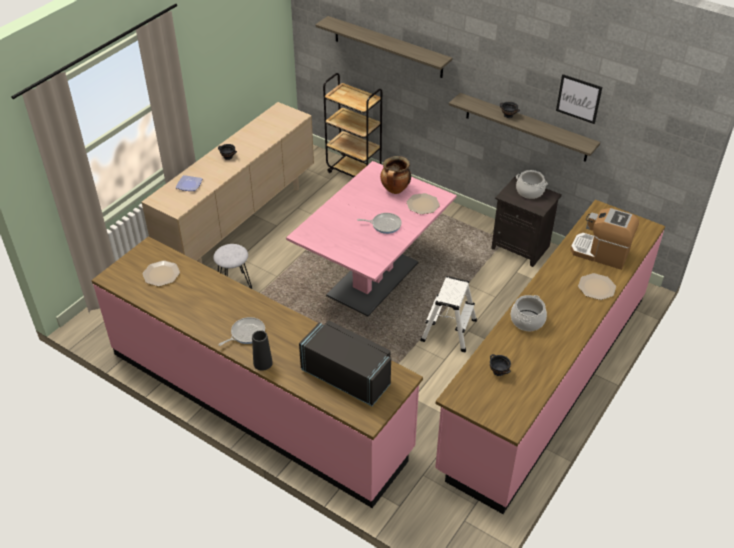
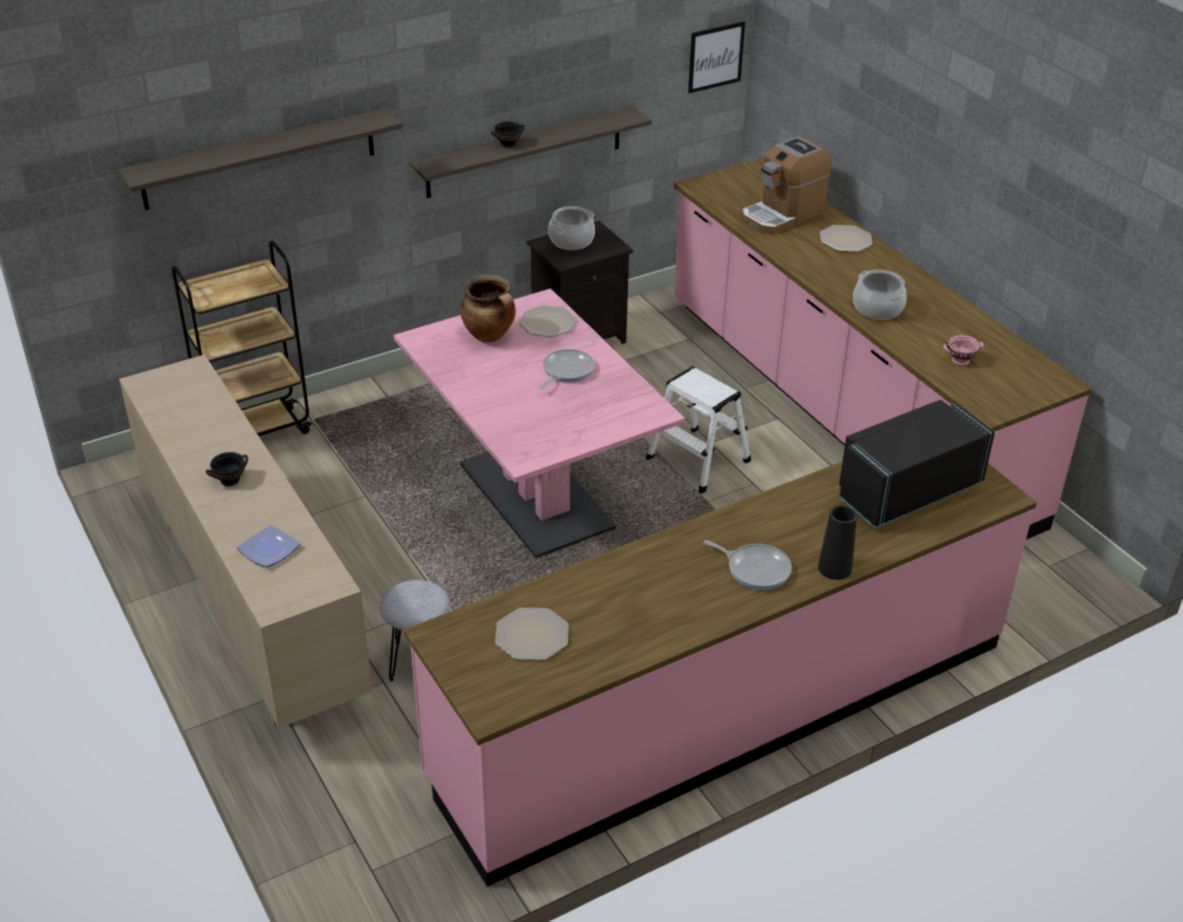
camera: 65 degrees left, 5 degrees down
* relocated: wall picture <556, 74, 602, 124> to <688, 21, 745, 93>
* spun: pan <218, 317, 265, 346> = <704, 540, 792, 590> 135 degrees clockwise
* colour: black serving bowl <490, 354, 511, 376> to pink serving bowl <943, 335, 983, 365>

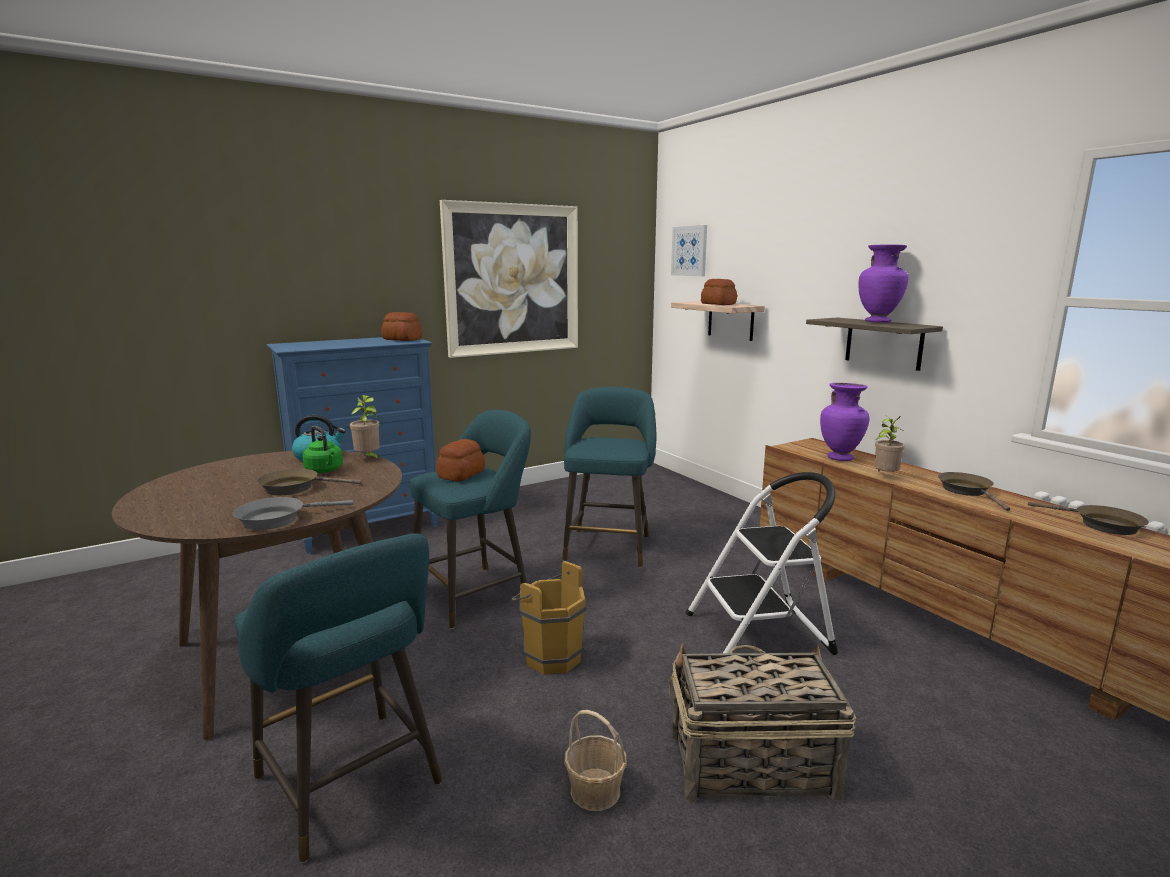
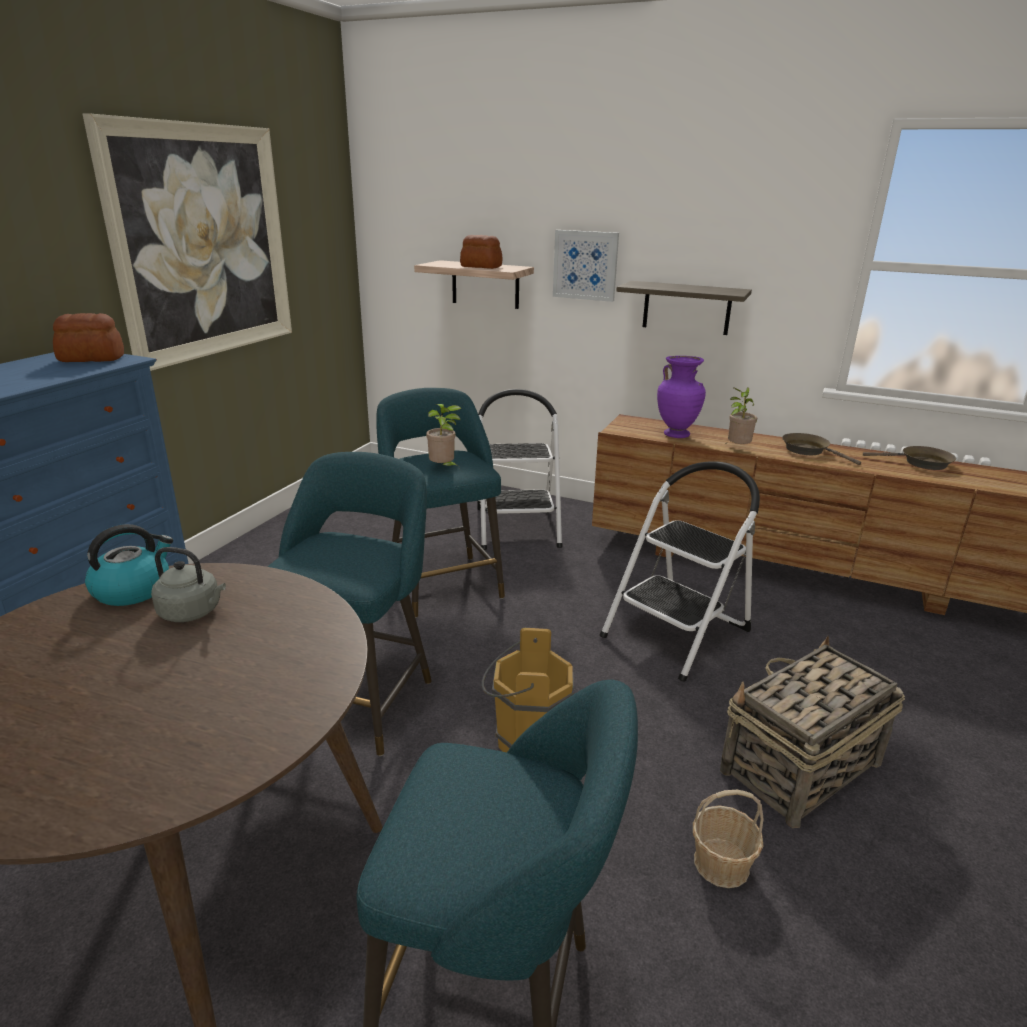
camera: 35 degrees left, 10 degrees up
* colour: green tea kettle <302, 426, 343, 473> to gray tea kettle <151, 547, 226, 622>
* relocated: potted plant <350, 395, 380, 462> to <426, 404, 462, 467>
* appeared: step stool <477, 389, 563, 550>
* relocated: wall picture <671, 225, 707, 276> to <553, 230, 619, 302>
* missing: gray pan <233, 497, 353, 530>
* missing: brownish pan <257, 468, 362, 495>
* missing: baked bread <436, 439, 485, 481>
* missing: purple-coloured vase <859, 244, 909, 323>

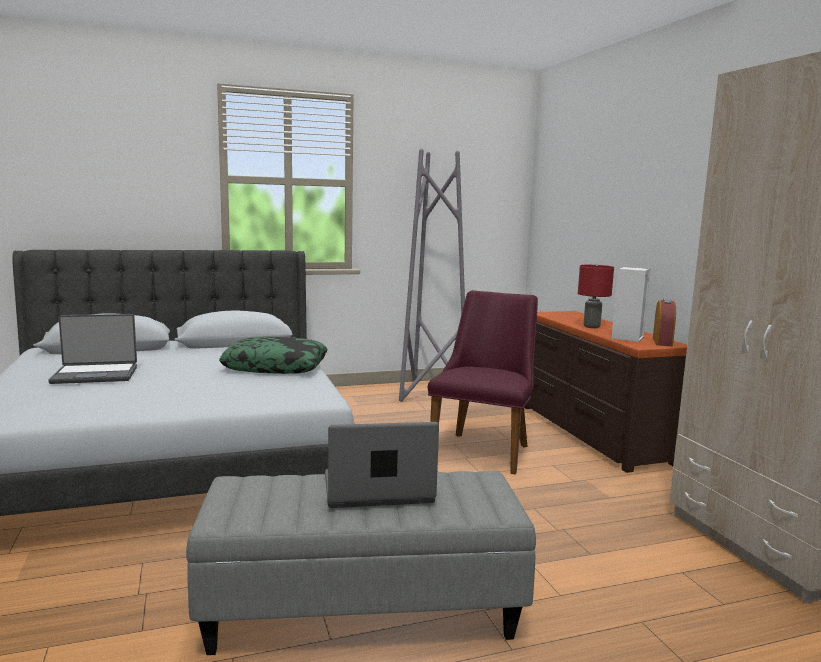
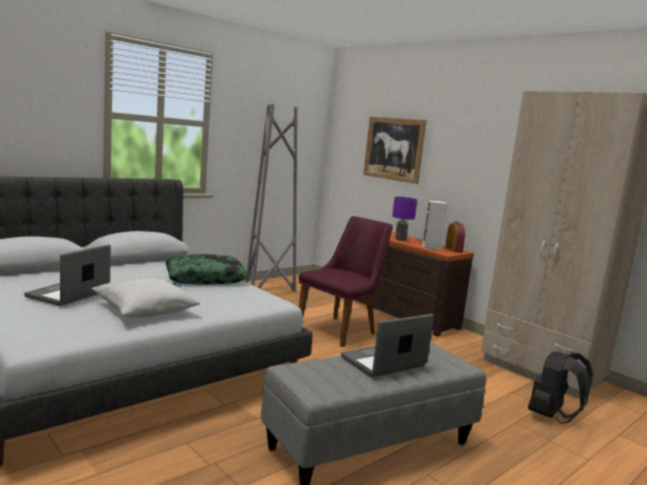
camera: 25 degrees left, 0 degrees up
* spun: laptop <48, 314, 137, 384> = <24, 244, 111, 306> 150 degrees clockwise
* appeared: gray cushion <92, 277, 200, 318>
* spun: purple-coloured plain chair <428, 290, 538, 475> = <299, 216, 393, 347> 45 degrees clockwise
* appeared: wall picture <363, 117, 427, 184>
* colour: red-coloured lamp for a table <578, 265, 614, 328> to purple-coloured lamp for a table <392, 197, 417, 241>
* appeared: black rucksack <528, 351, 594, 424>

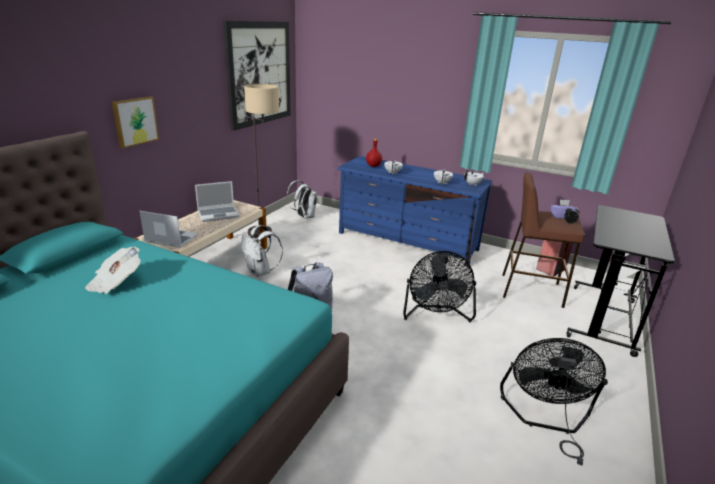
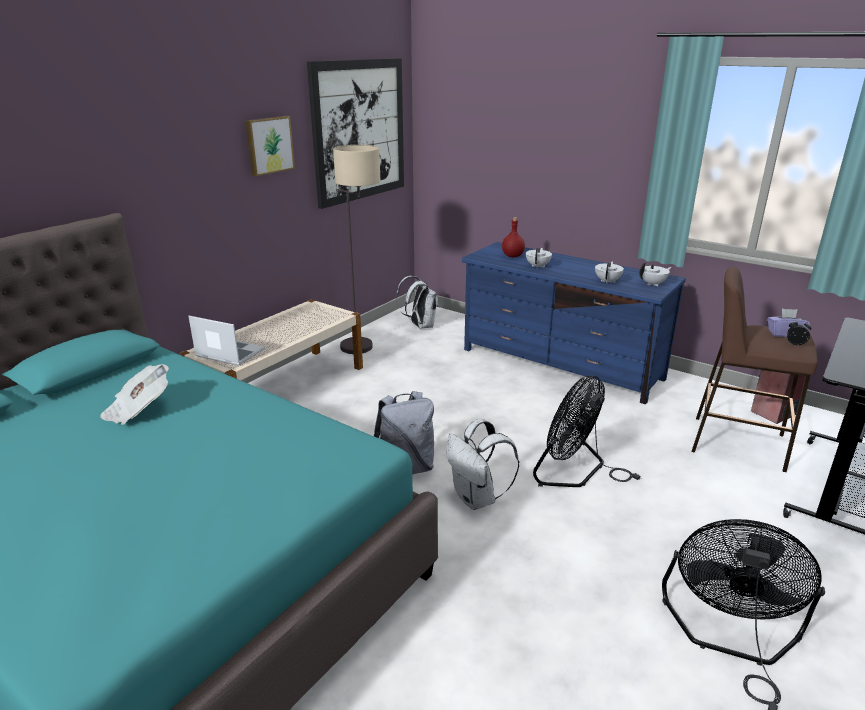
camera: 10 degrees right, 0 degrees up
* relocated: wall picture <112, 96, 159, 148> to <245, 116, 295, 176>
* relocated: whitish rucksack <241, 225, 283, 277> to <447, 419, 519, 510>
* spun: black electric fan <403, 251, 476, 323> = <533, 376, 641, 487> 120 degrees clockwise
* missing: laptop <195, 181, 240, 222>

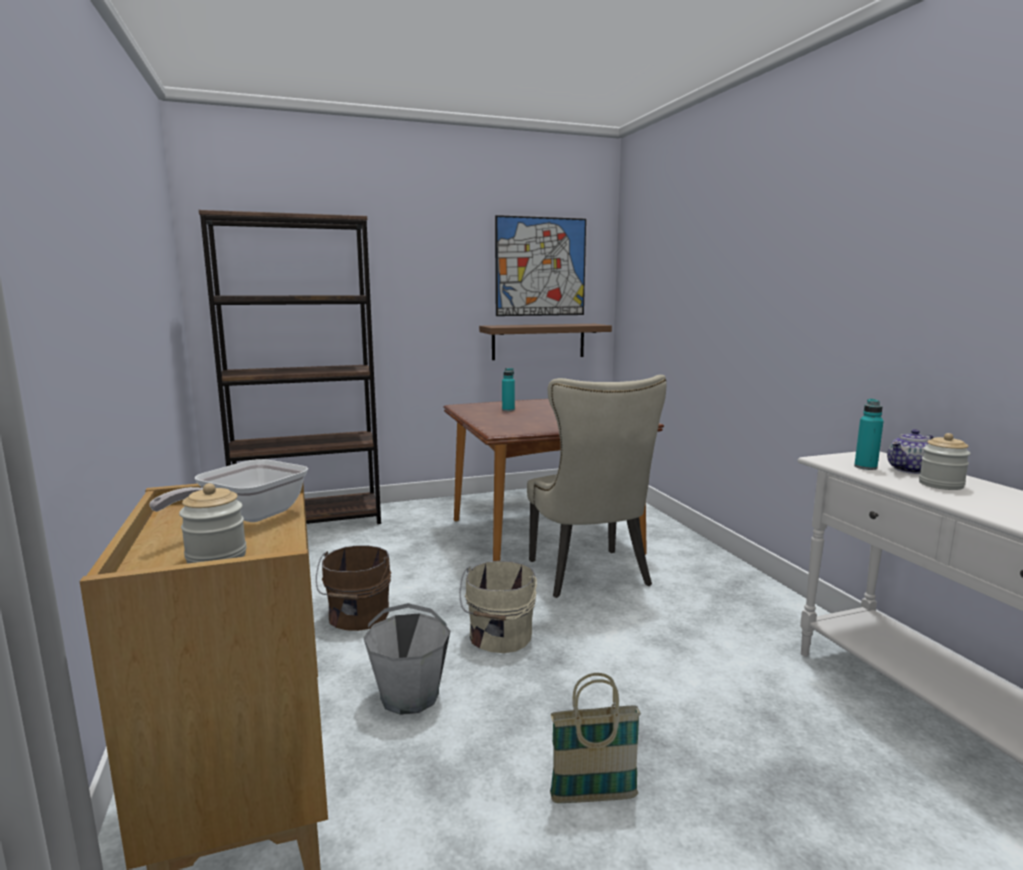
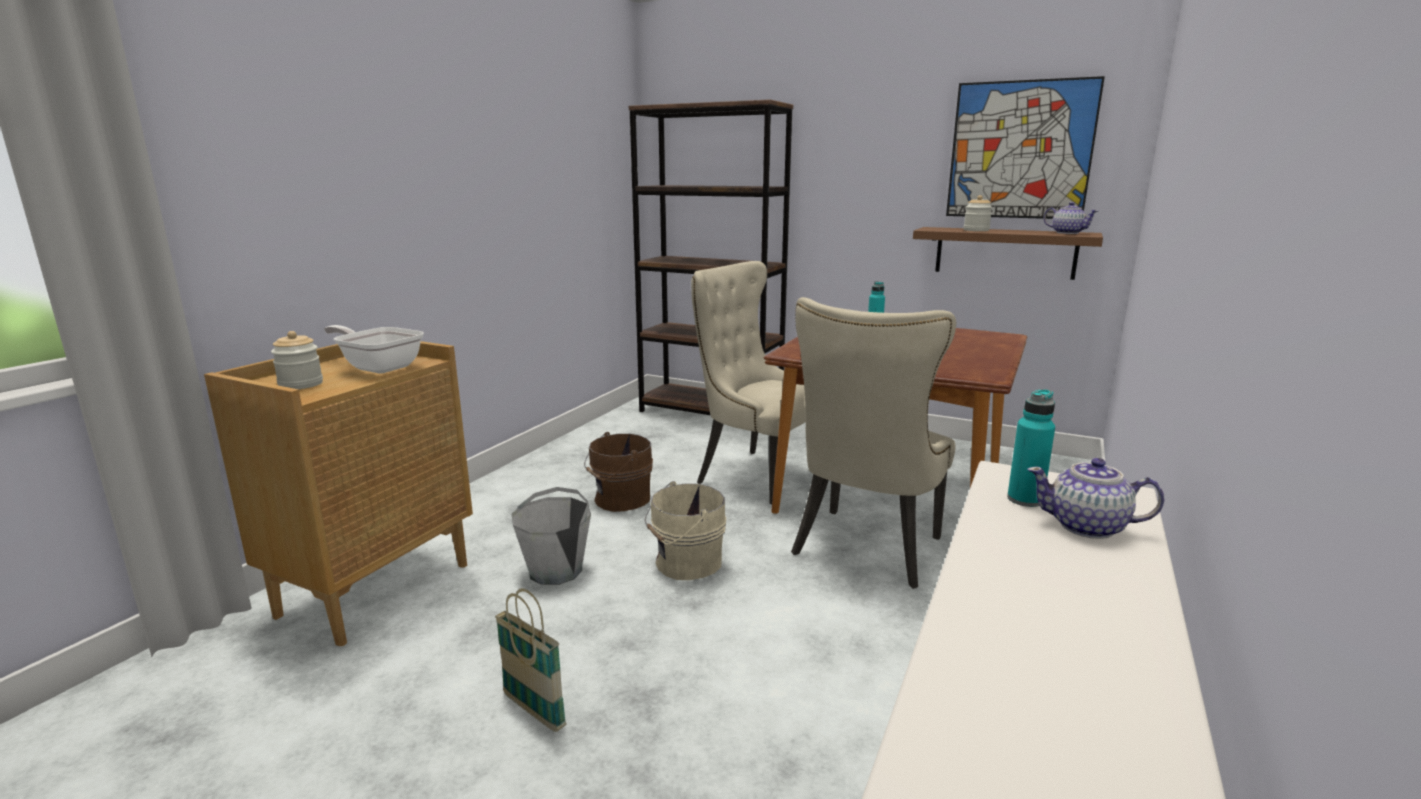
camera: 45 degrees right, 5 degrees up
* spun: pan <149, 459, 308, 522> = <324, 325, 424, 373> 45 degrees clockwise
* appeared: beige-coloured plain chair <691, 261, 806, 505>
* relocated: jar <919, 433, 971, 490> to <964, 195, 992, 231>
* appeared: teapot <1043, 202, 1098, 234>

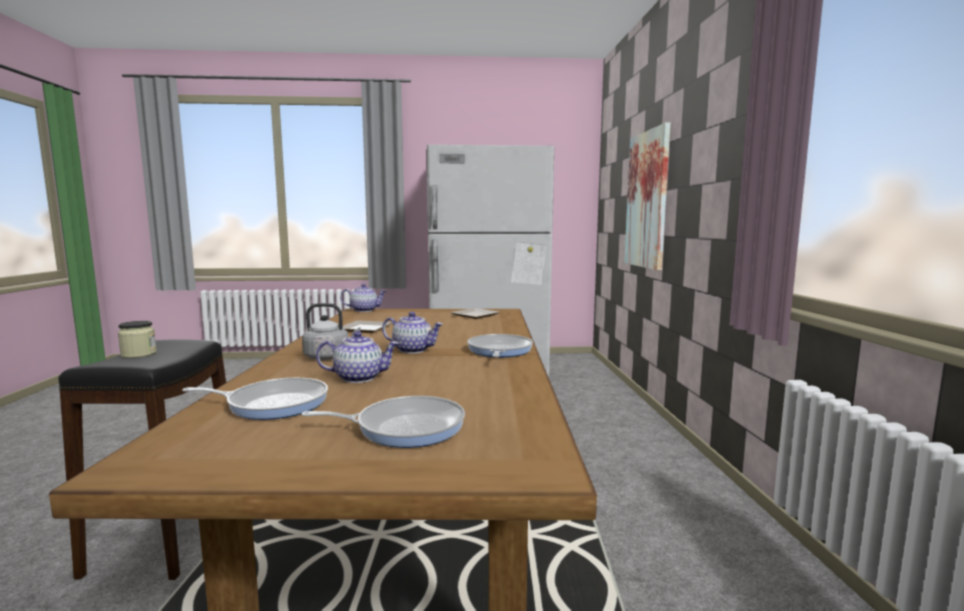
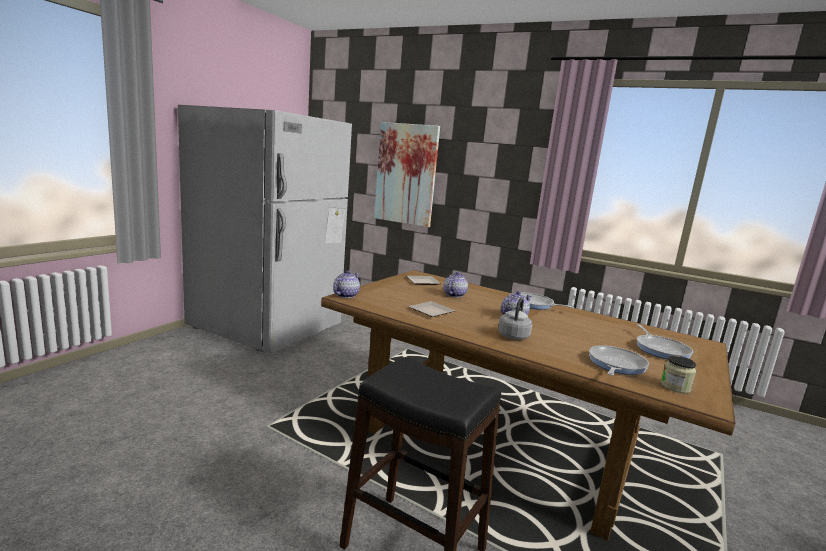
camera: 60 degrees left, 5 degrees up
* relocated: teapot <316, 331, 399, 383> to <443, 272, 468, 298>
* spun: pan <302, 396, 465, 448> = <637, 324, 693, 359> 150 degrees clockwise
* relocated: jar <118, 321, 157, 358> to <661, 355, 696, 393>

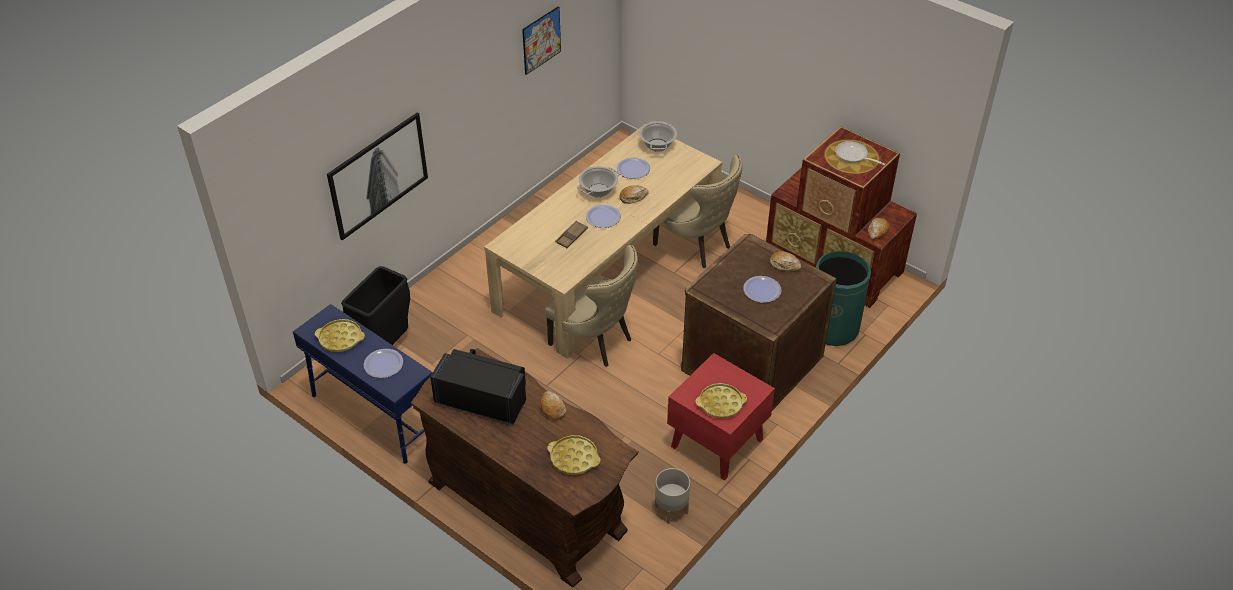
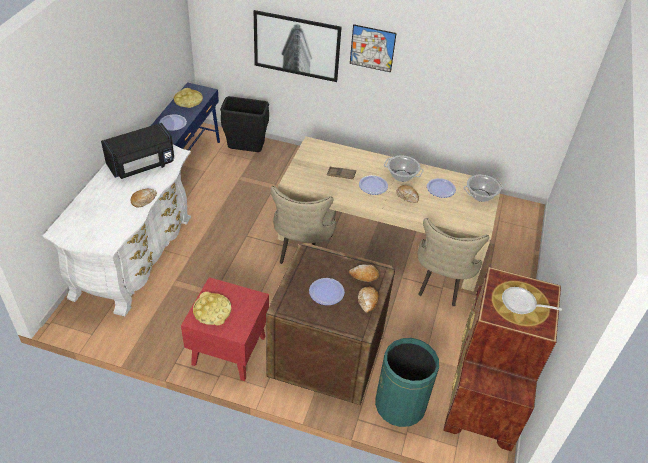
camera: 65 degrees right, 0 degrees up
* colour: brownish dresser <411, 348, 638, 588> to whitish dresser <43, 144, 191, 316>
* spun: black microwave oven <430, 349, 526, 424> = <101, 123, 174, 179> 60 degrees clockwise
* relocated: baked bread <868, 218, 890, 240> to <349, 264, 379, 282>
* relocated: wall picture <522, 6, 561, 75> to <350, 24, 396, 72>
* spun: pan <835, 141, 885, 165> = <502, 287, 562, 314> 90 degrees counterclockwise
* missing: yellowish tray <547, 435, 601, 475>
* missing: gray planter <655, 468, 690, 524>

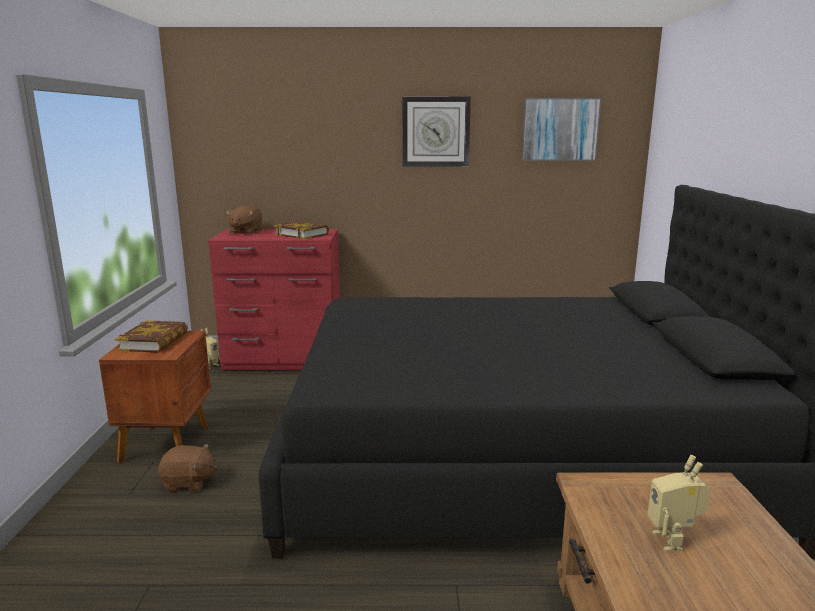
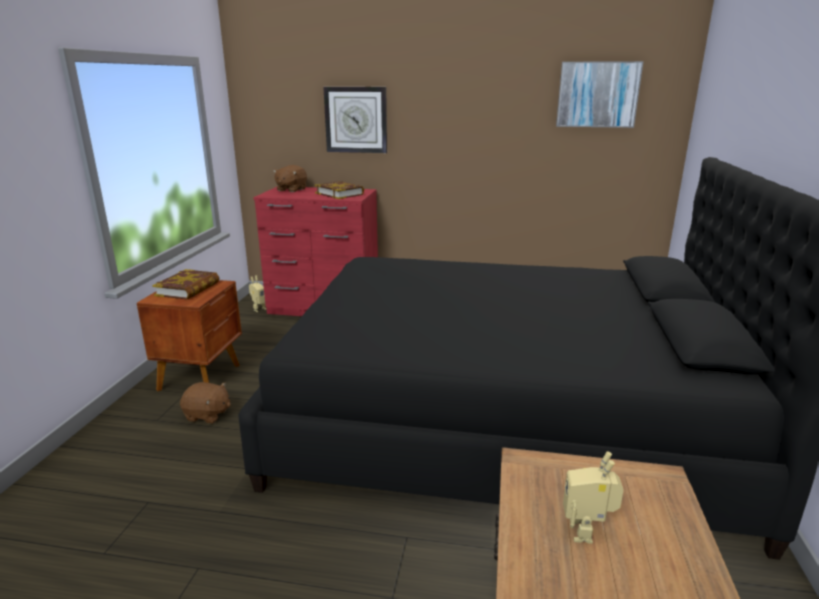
camera: 10 degrees right, 5 degrees up
* relocated: hanging clock <403, 97, 471, 166> to <323, 87, 387, 153>

